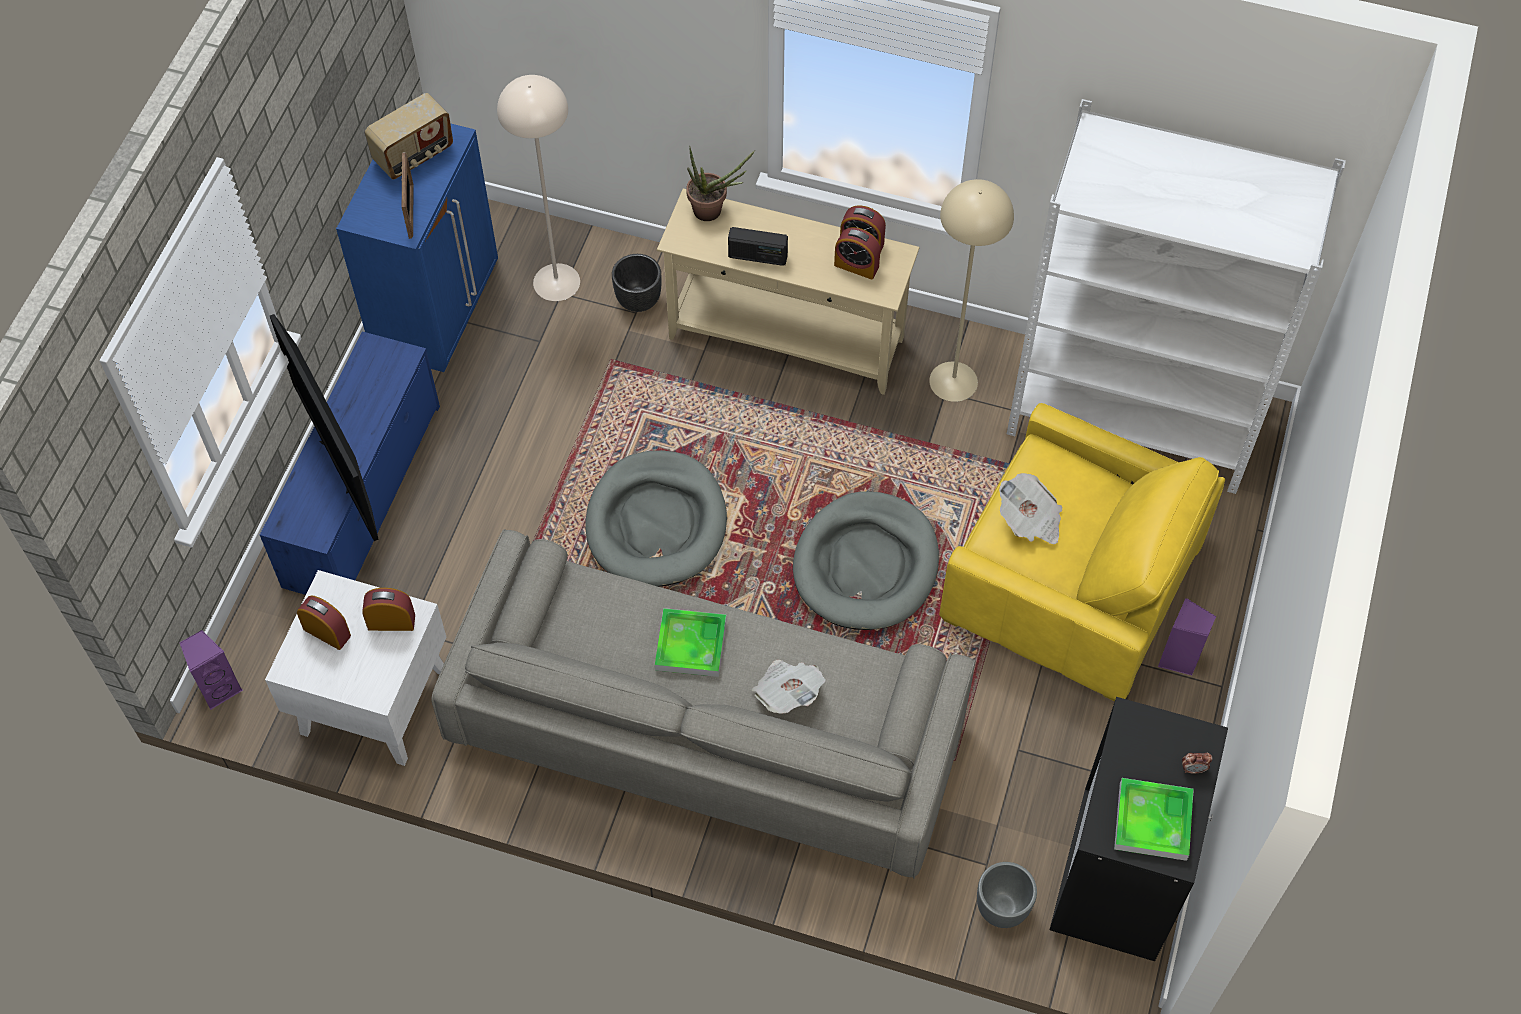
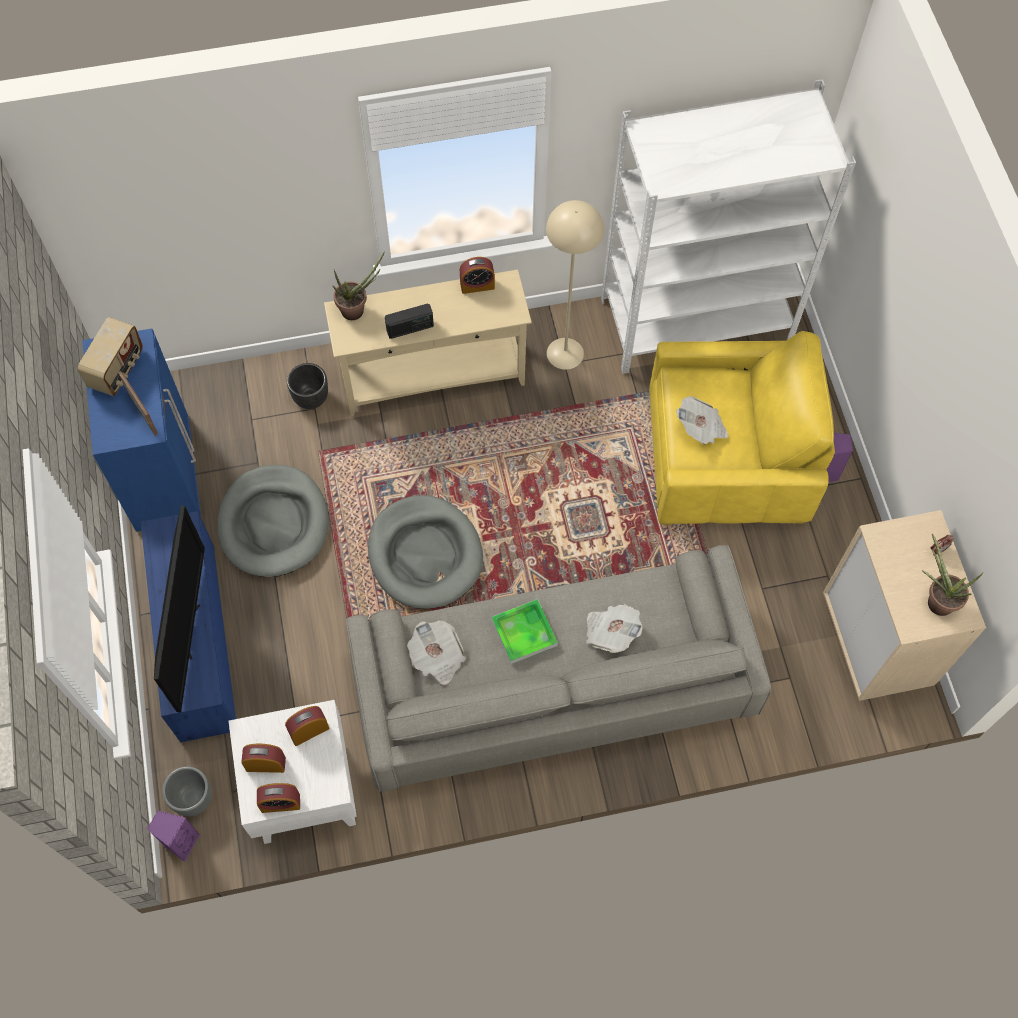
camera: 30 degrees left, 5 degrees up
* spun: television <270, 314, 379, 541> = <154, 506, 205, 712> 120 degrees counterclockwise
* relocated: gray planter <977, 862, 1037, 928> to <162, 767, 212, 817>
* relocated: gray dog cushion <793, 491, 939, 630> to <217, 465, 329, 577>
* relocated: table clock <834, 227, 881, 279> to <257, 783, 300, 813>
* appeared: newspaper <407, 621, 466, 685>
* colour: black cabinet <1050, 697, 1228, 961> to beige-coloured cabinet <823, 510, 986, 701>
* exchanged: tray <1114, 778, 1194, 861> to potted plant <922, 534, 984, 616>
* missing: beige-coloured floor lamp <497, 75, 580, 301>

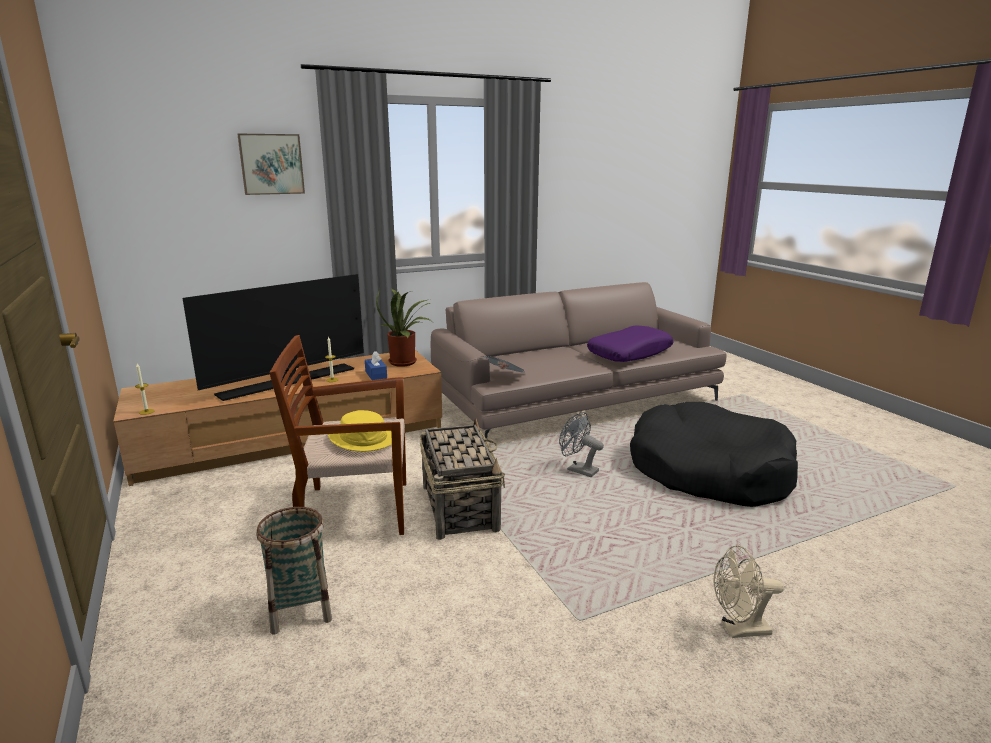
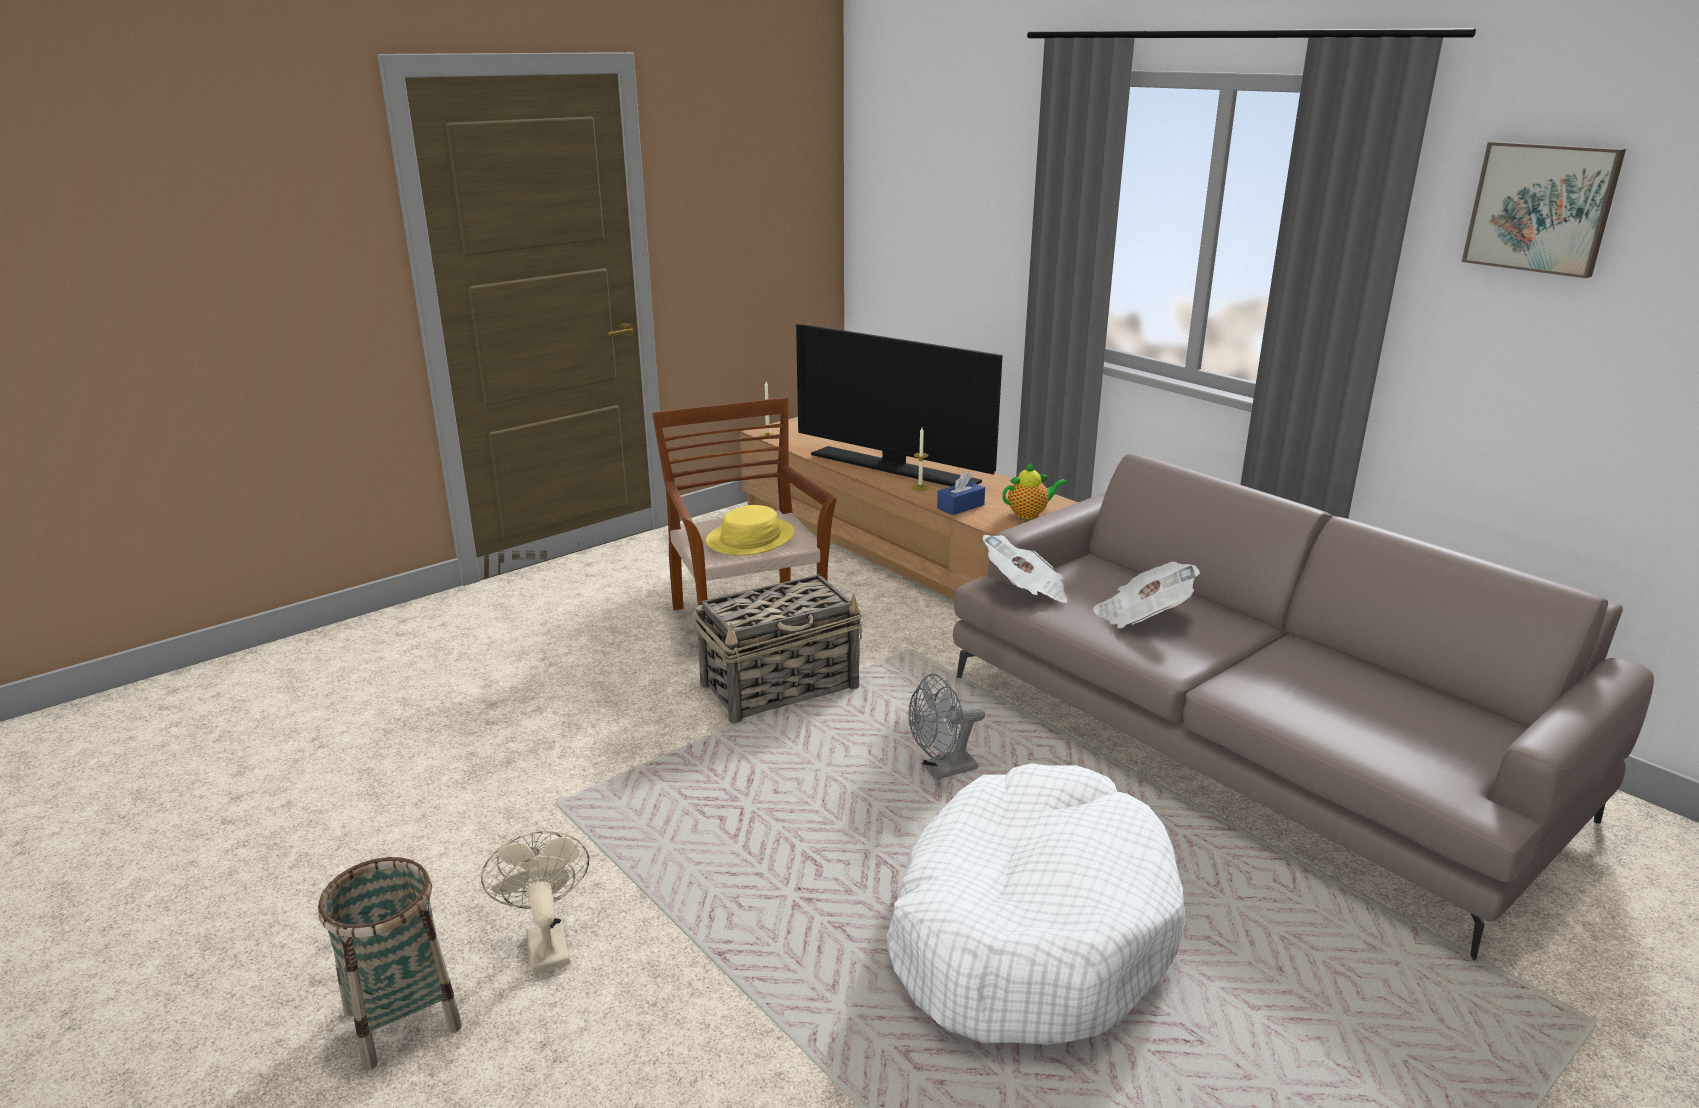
camera: 75 degrees right, 5 degrees up
* relocated: storage basket <256, 507, 332, 635> to <318, 857, 462, 1070>
* colour: black dog cushion <630, 402, 798, 507> to whitish dog cushion <887, 763, 1185, 1045>
* spun: gray electric fan <559, 412, 604, 477> = <909, 674, 985, 780> 135 degrees counterclockwise
* exchanged: potted plant <376, 288, 431, 367> to teapot <1002, 462, 1067, 519>
* appeared: newspaper <1093, 562, 1200, 628>
* relocated: wall picture <237, 134, 305, 195> to <1462, 141, 1626, 278>
* missing: purple-coloured cushion <587, 326, 673, 362>

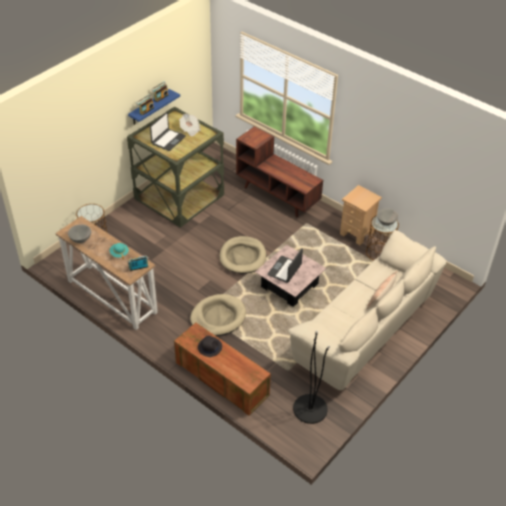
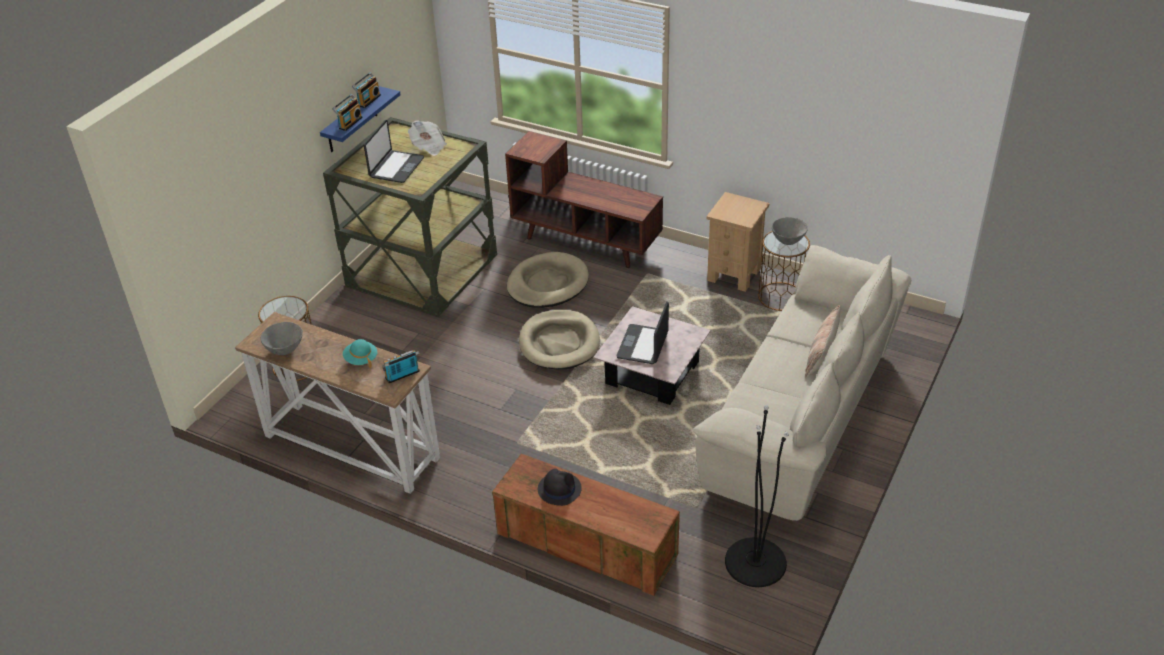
camera: 10 degrees left, 5 degrees down
* relocated: beige-coloured dog cushion <190, 294, 246, 336> to <507, 252, 589, 308>

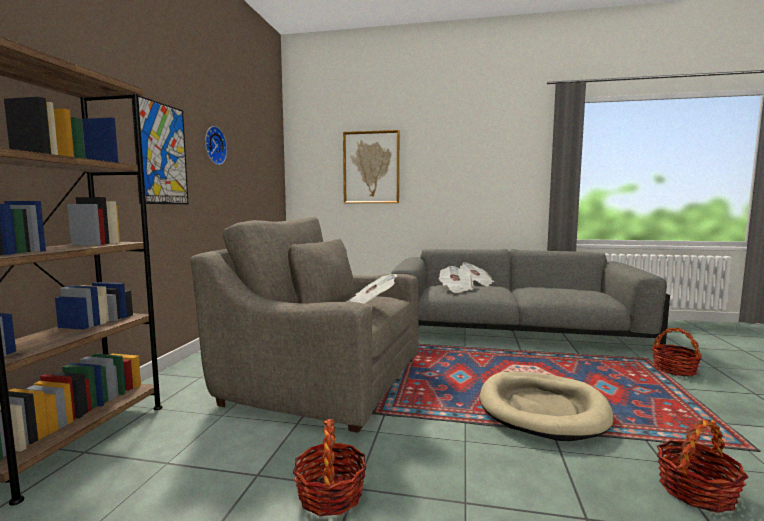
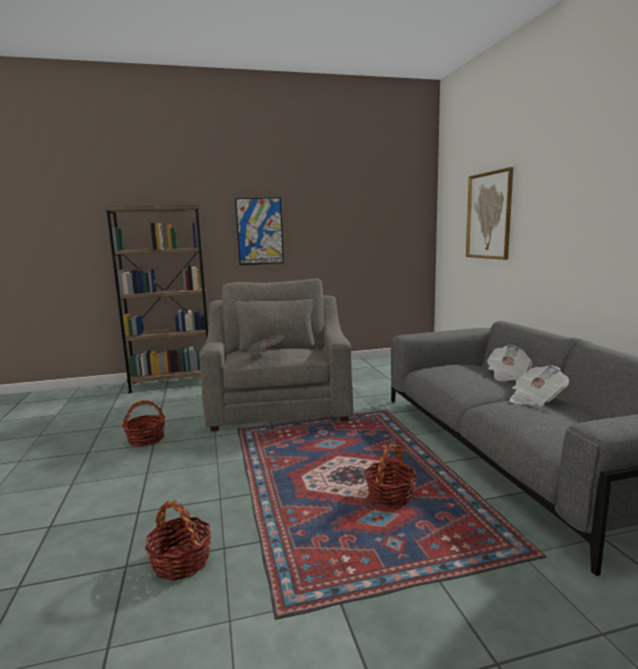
camera: 65 degrees right, 5 degrees up
* relocated: storage basket <651, 328, 702, 377> to <365, 444, 418, 507>
* relocated: newspaper <438, 266, 473, 293> to <509, 366, 569, 406>
* missing: hanging clock <205, 126, 227, 165>
* missing: beige-coloured dog cushion <480, 372, 613, 441>

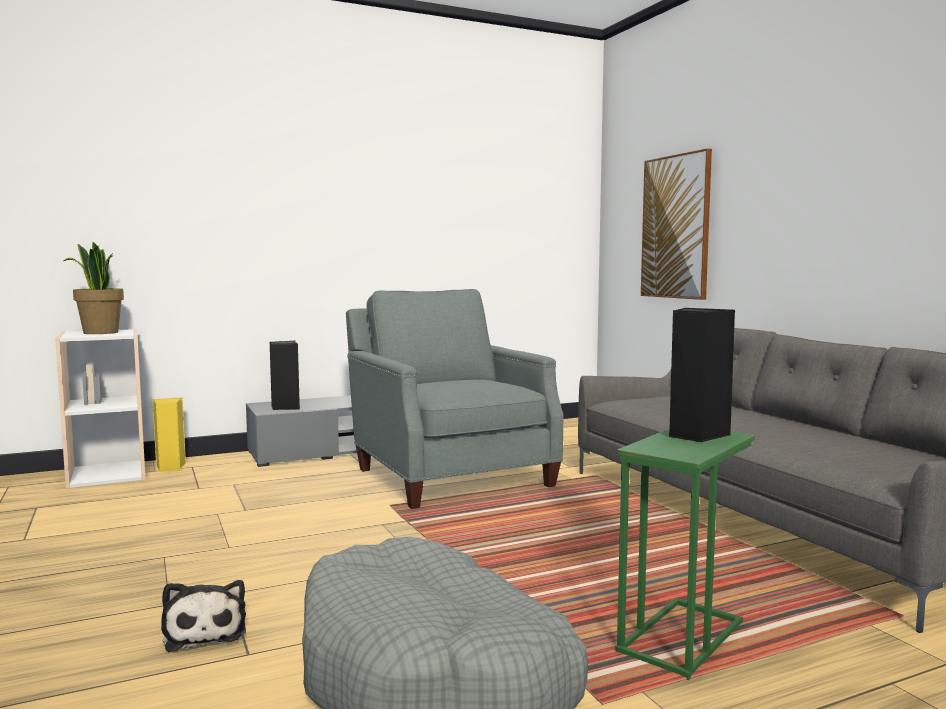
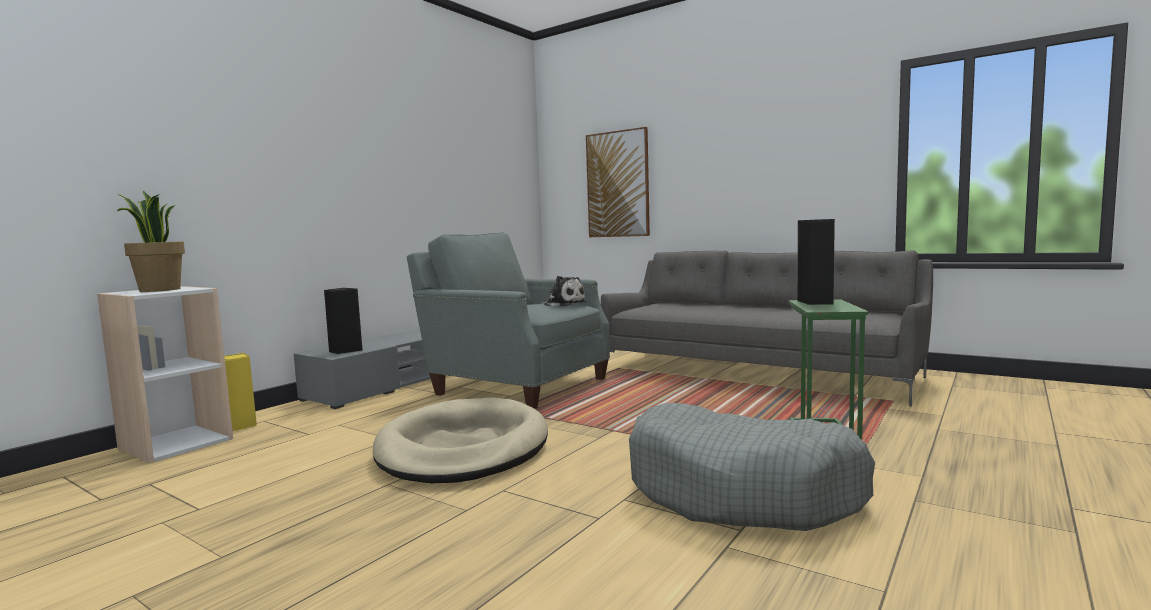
camera: 30 degrees left, 0 degrees up
* appeared: beige-coloured dog cushion <373, 397, 548, 483>
* relocated: soft toy <161, 580, 246, 652> to <540, 276, 586, 307>

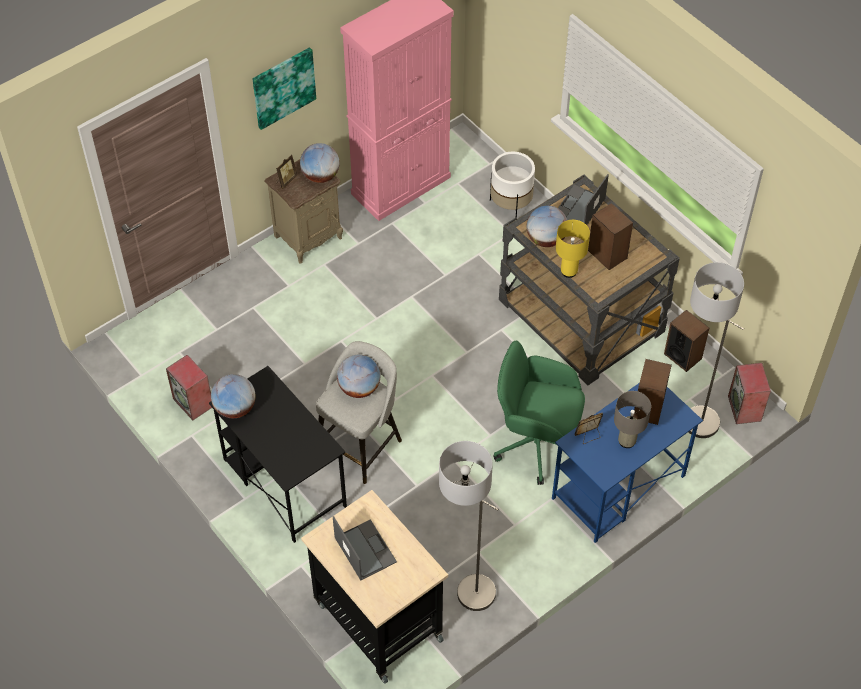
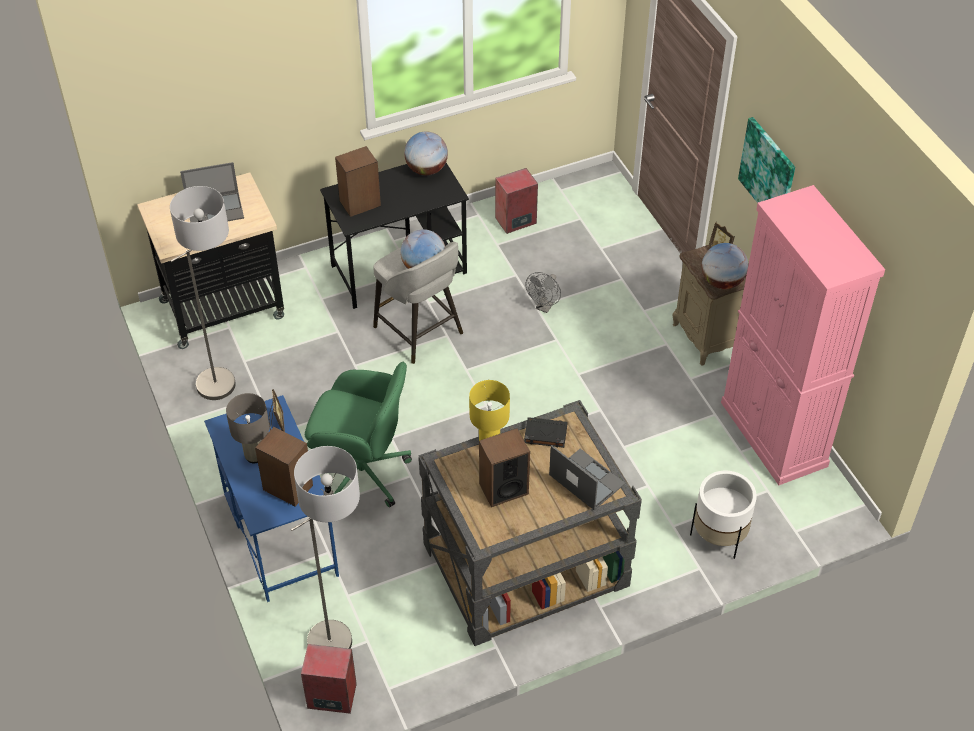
camera: 105 degrees right, 5 degrees down
* spun: green computer chair <493, 341, 585, 485> = <305, 362, 412, 507> 75 degrees clockwise
* relocated: audio speaker <664, 310, 709, 372> to <335, 146, 381, 217>
* exchanged: desk globe <527, 206, 567, 247> to black book <524, 417, 568, 448>
* appeared: gray electric fan <526, 272, 561, 313>

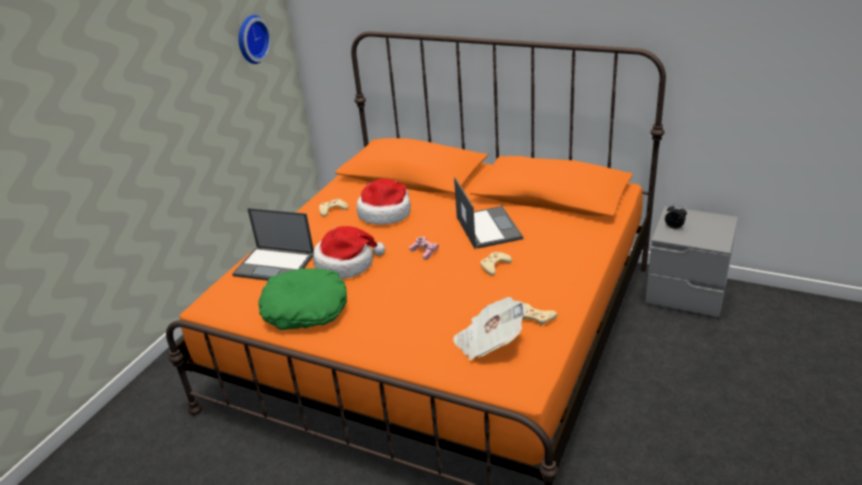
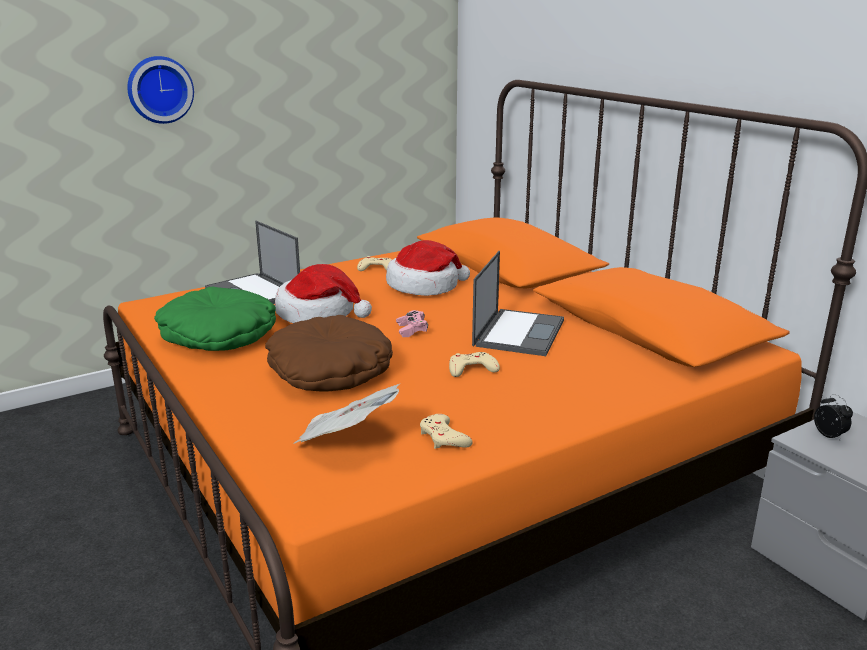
camera: 30 degrees right, 10 degrees down
* relocated: hanging clock <238, 15, 272, 64> to <127, 56, 194, 124>
* appeared: brownish cushion <265, 315, 393, 391>

